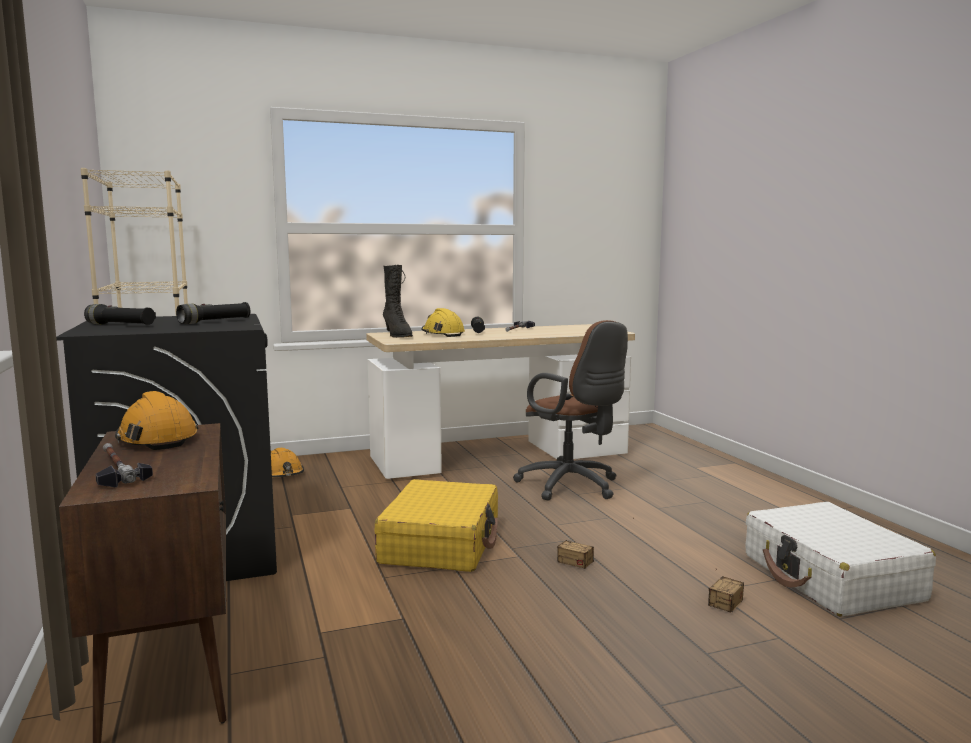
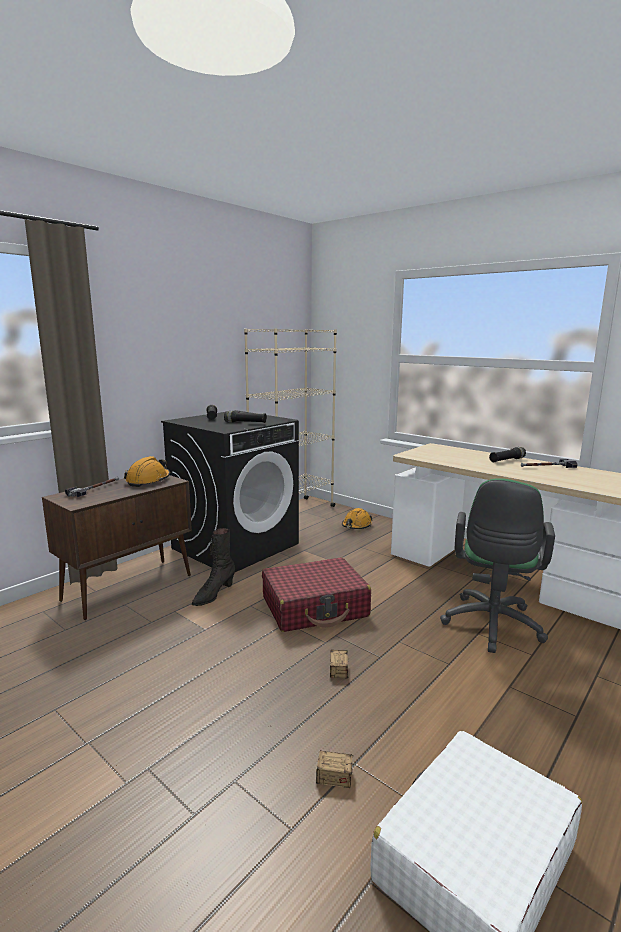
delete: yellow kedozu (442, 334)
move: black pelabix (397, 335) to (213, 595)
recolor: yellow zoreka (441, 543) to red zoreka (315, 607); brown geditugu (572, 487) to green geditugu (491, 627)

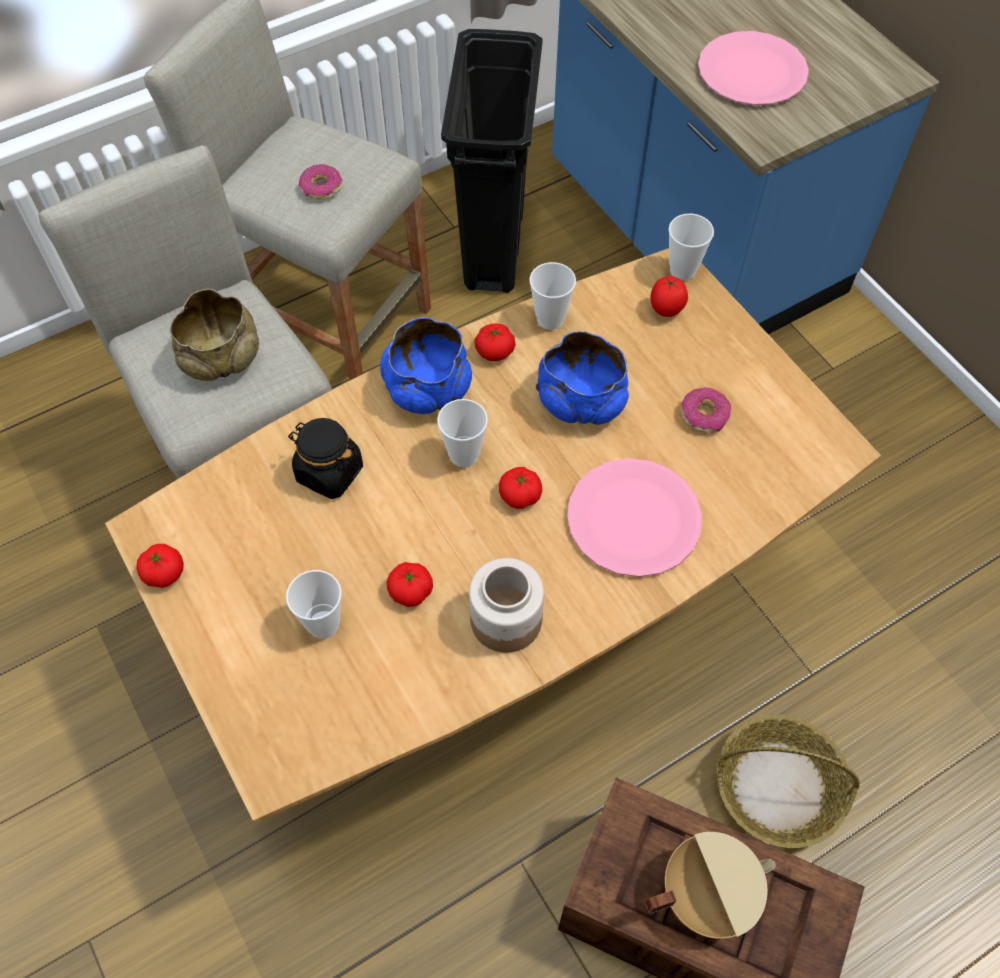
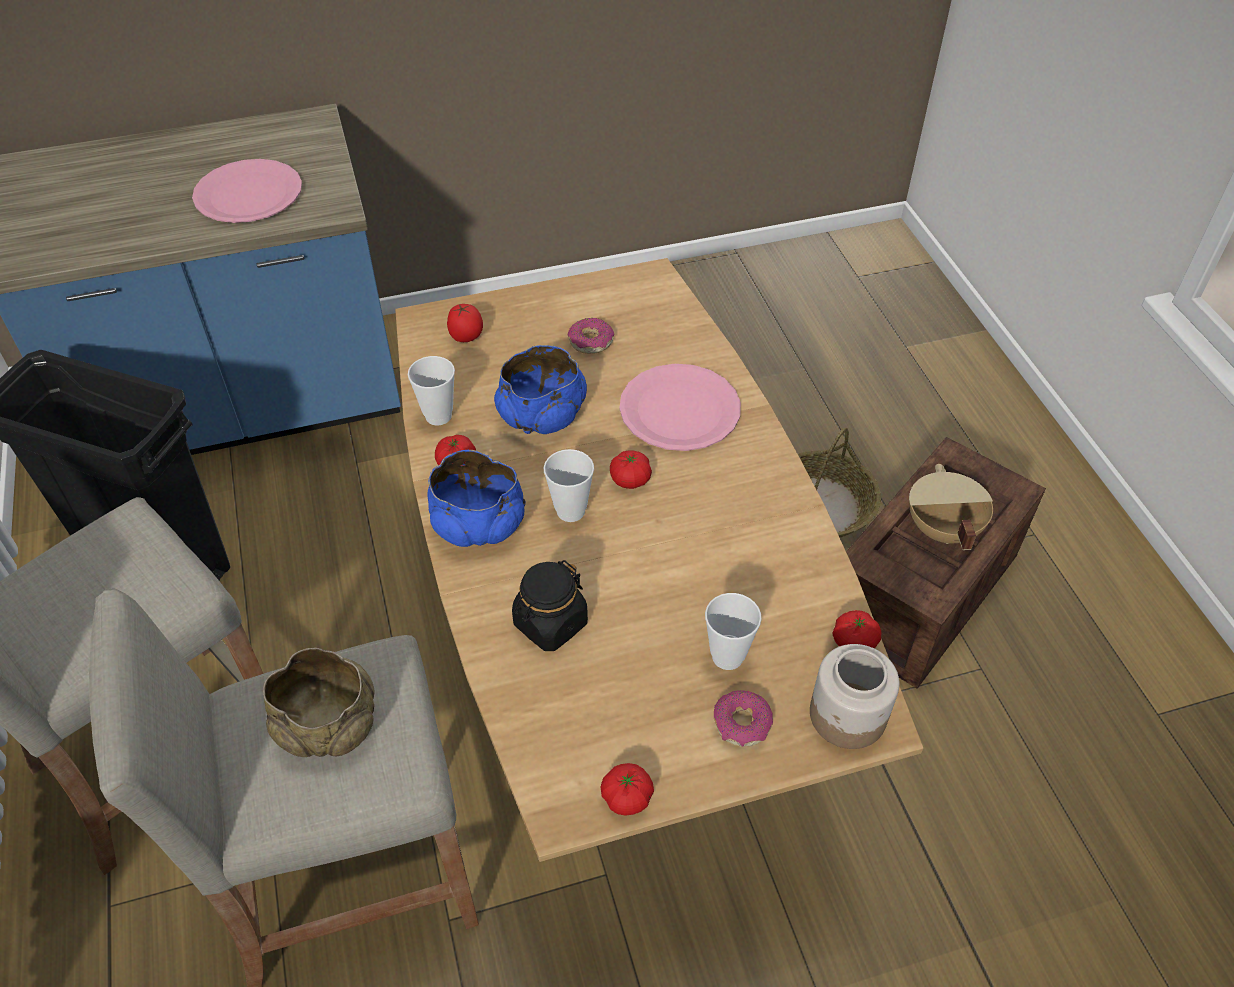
delete: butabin (682, 271)
move: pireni (321, 188) to (741, 724); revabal (411, 591) to (854, 642); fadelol (505, 620) to (847, 716)

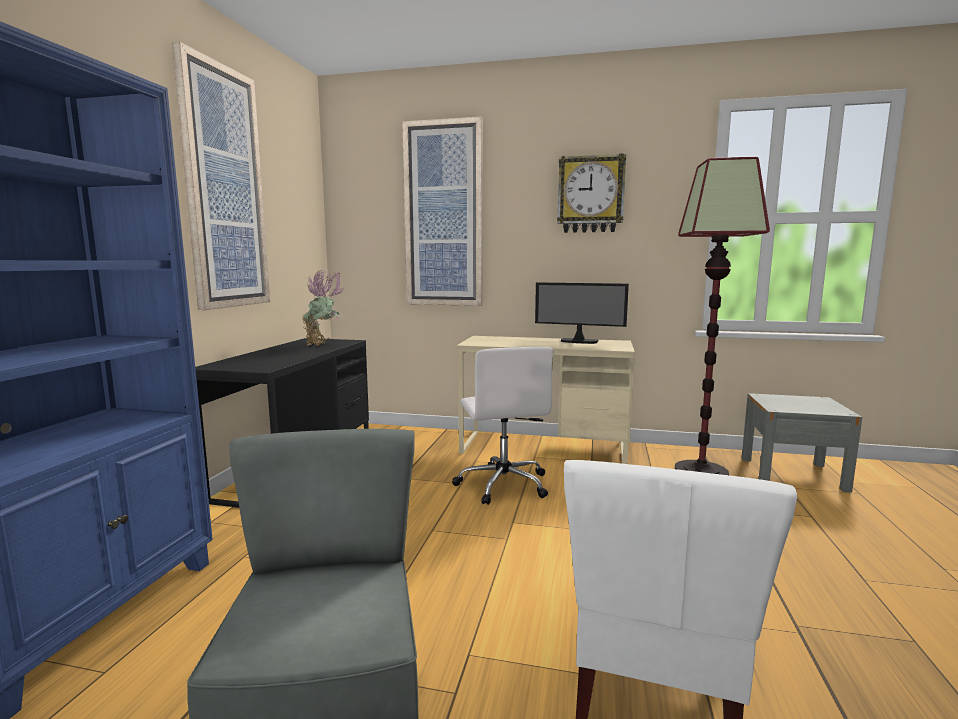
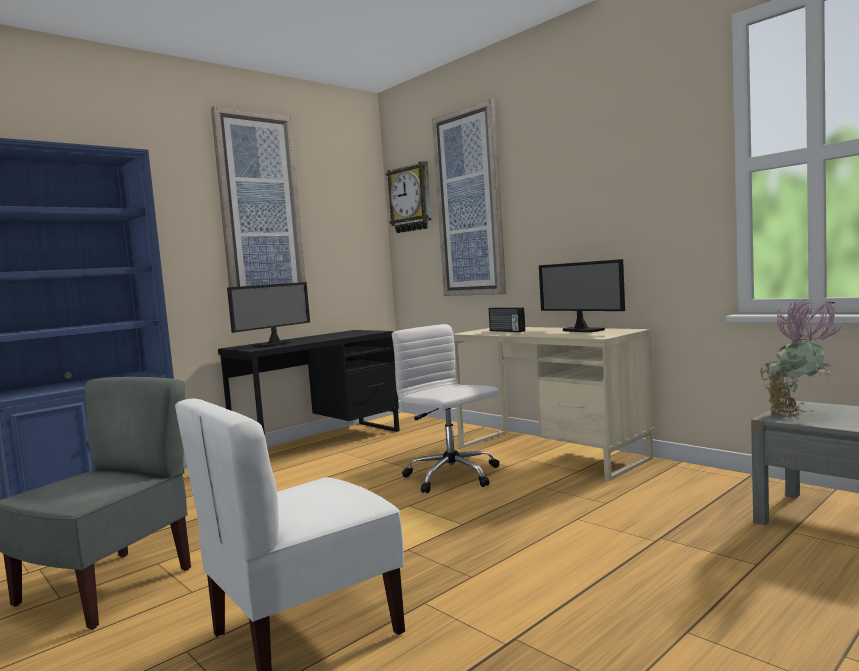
delete: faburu (701, 471)
insert: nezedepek (274, 344); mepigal (506, 331)
move: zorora (323, 345) to (798, 416); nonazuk (590, 194) to (411, 198)
rotate: white geditugu (503, 484) = (453, 477) 120 degrees clockwise

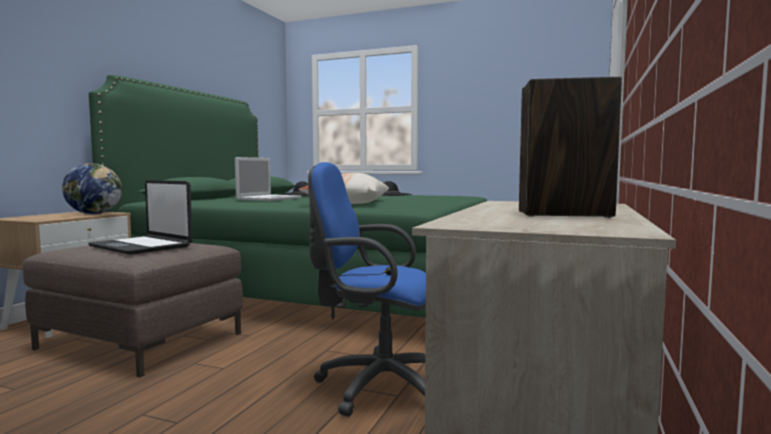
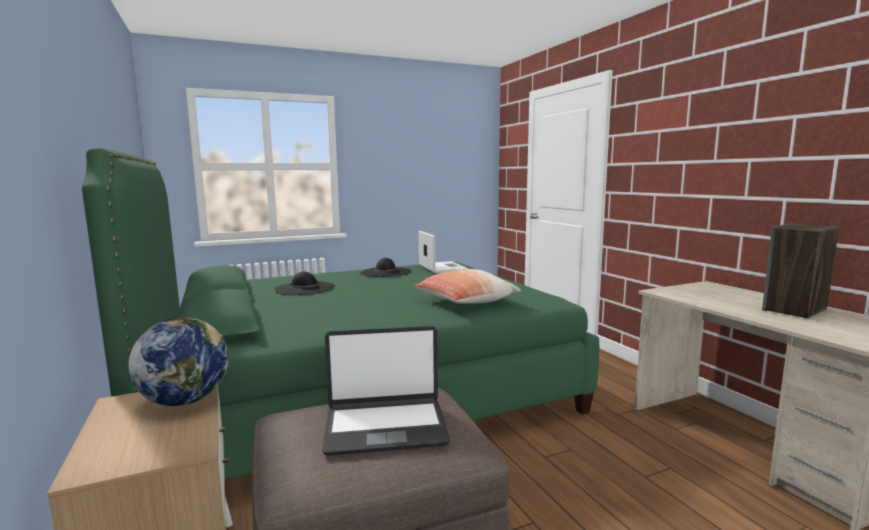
delete: blue geditugu (375, 386)
move: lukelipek (269, 198) to (442, 268)

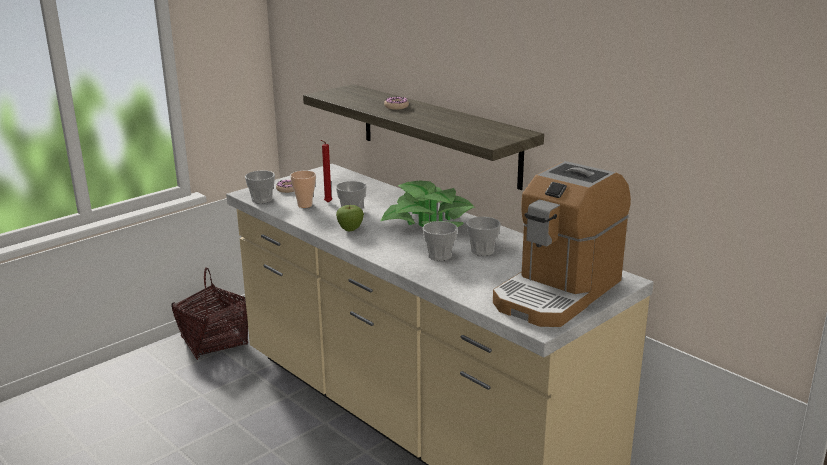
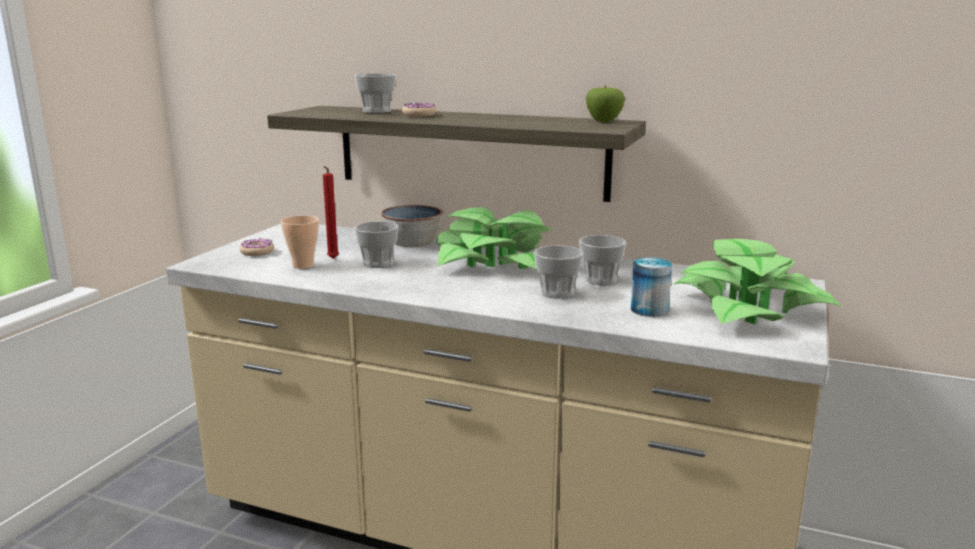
delete: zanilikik (214, 341)
insert: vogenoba (413, 243); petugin (649, 310)
move: butabin (261, 200) to (376, 111); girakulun (350, 229) to (604, 121)
replace: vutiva (558, 292) to zorora (751, 307)

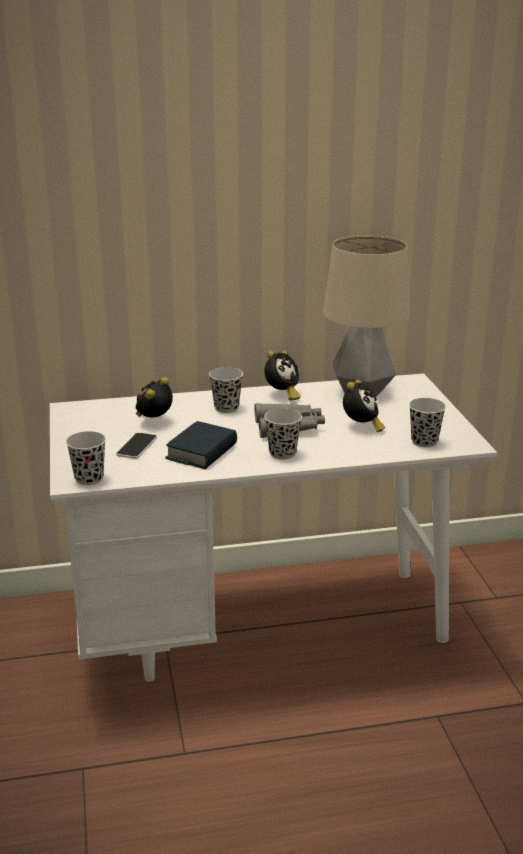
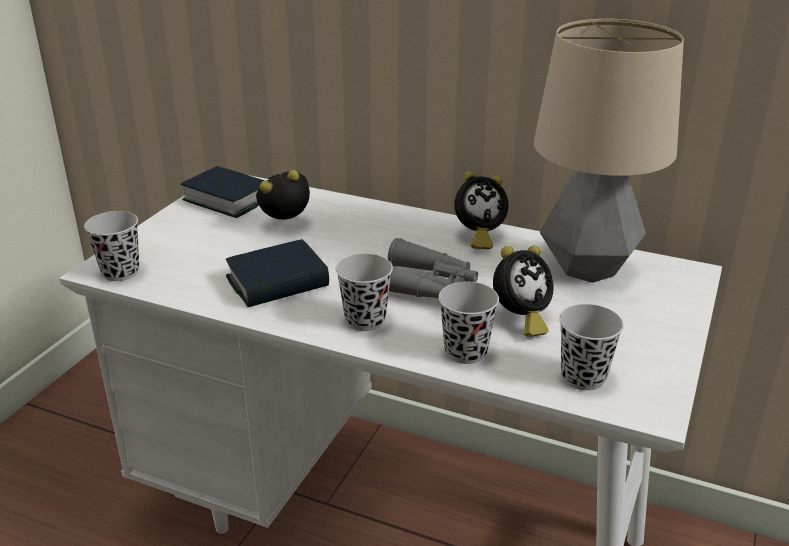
delete: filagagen (137, 447)
insert: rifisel (228, 199)
move: black butabin (226, 408) to (465, 352)

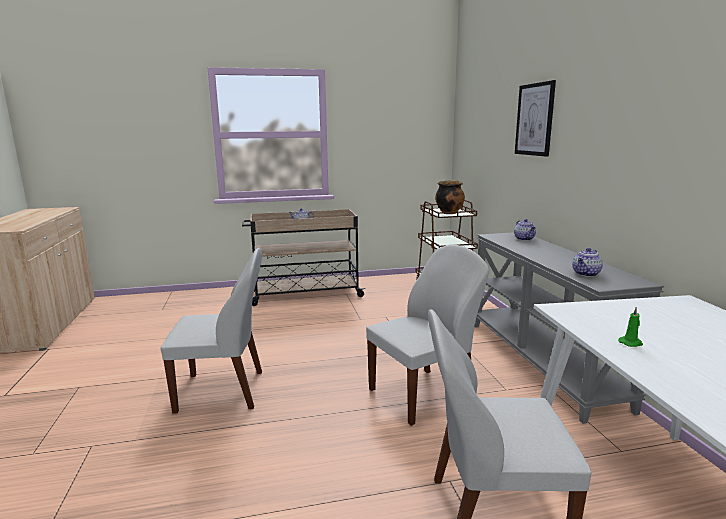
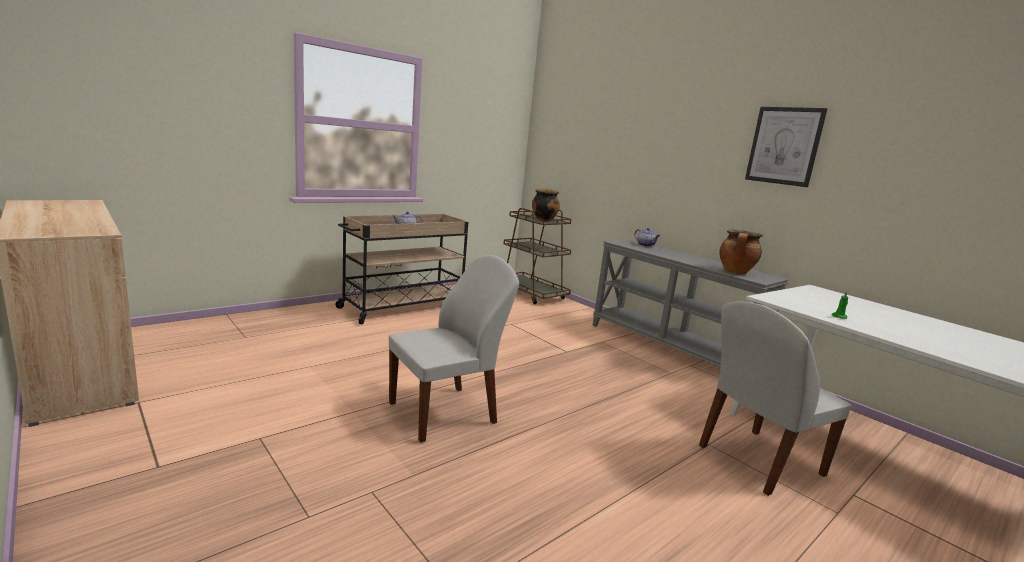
delete: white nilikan (423, 395)
move: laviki (534, 119) to (784, 146)
replace: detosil (586, 274) to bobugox (736, 272)

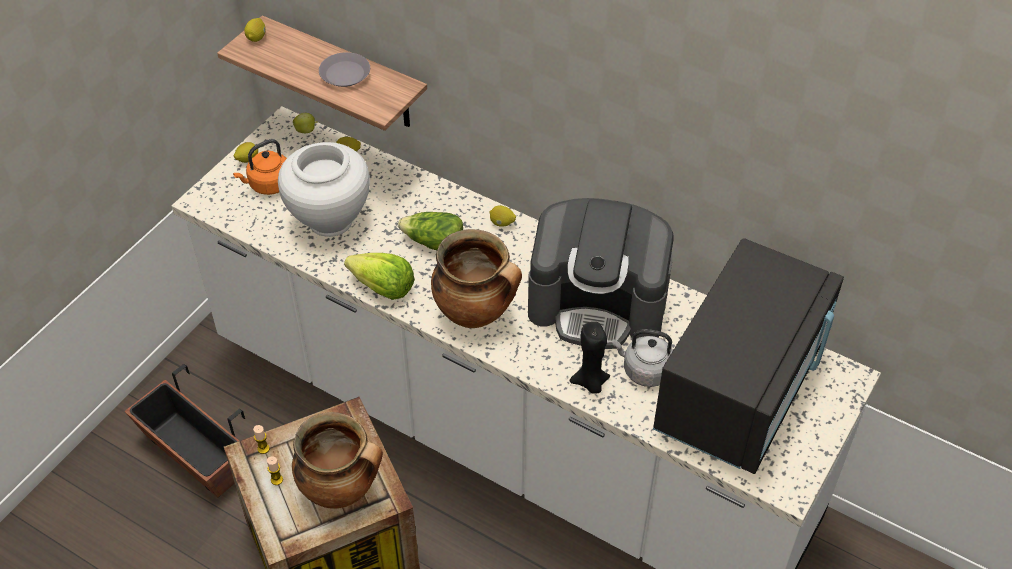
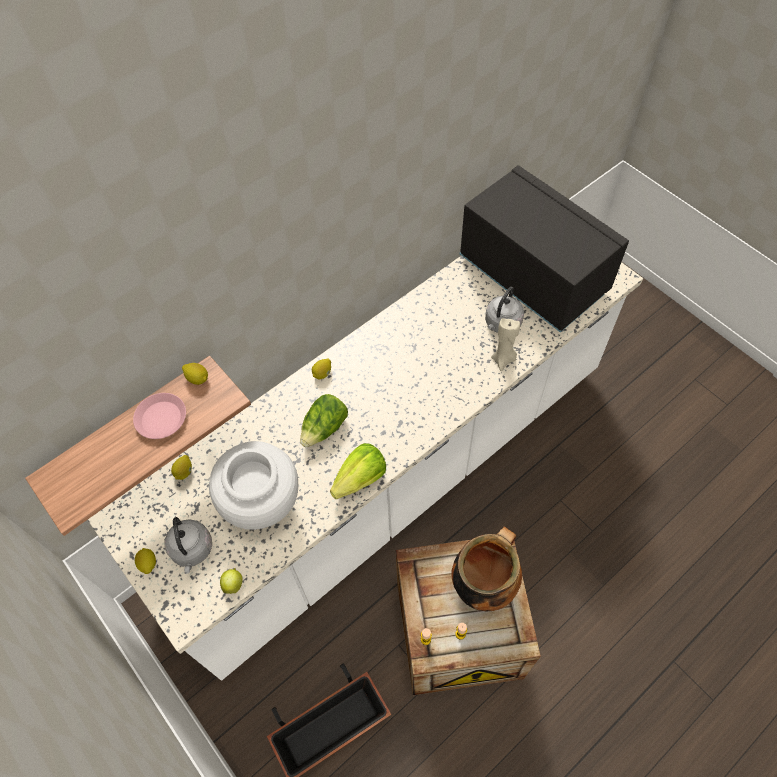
delete: bobugox (476, 313); vutiva (598, 303)
move: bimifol (257, 37) to (198, 378); girakulun (306, 131) to (233, 584)
recolor: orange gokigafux (268, 185) to grey gokigafux (192, 550); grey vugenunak (345, 74) to pink vugenunak (161, 418); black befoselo (590, 383) to beige befoselo (503, 359)

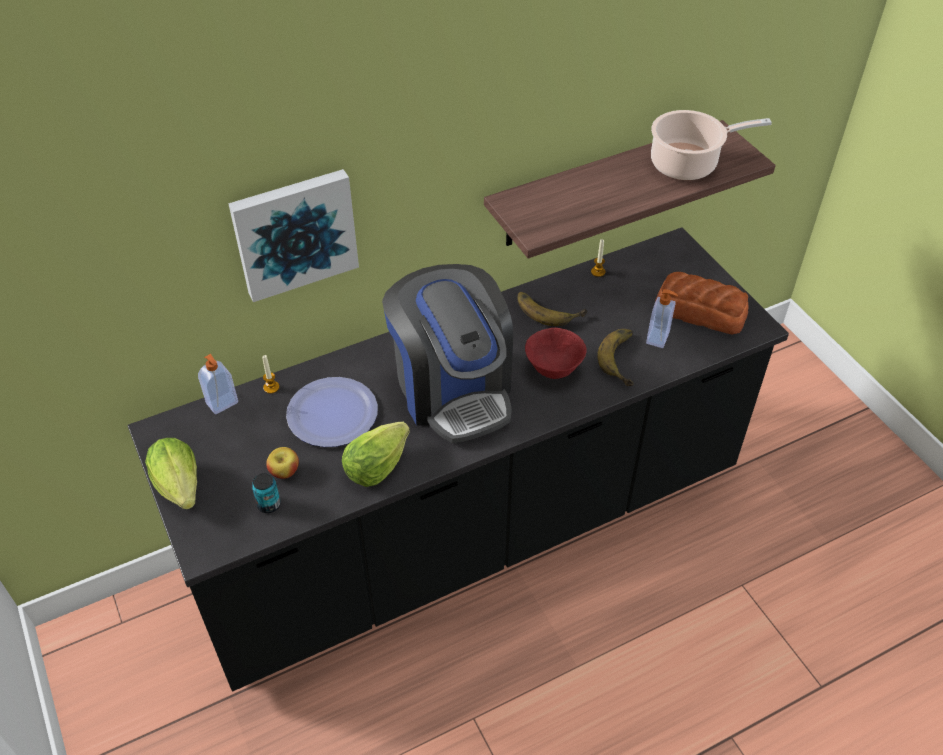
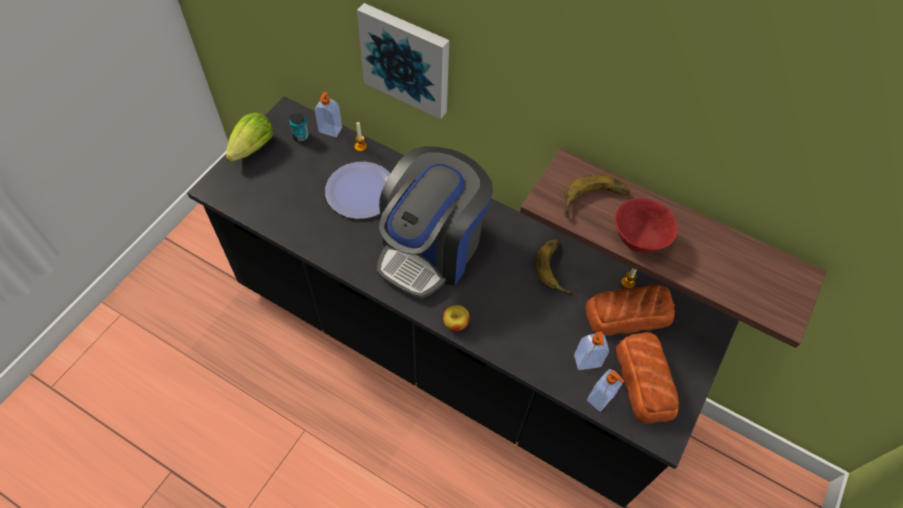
delete: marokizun (376, 467); bobugox (688, 163)
insert: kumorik (627, 314); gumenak (601, 399)
move: petugin (269, 504) to (301, 137); girakulun (284, 471) to (455, 323); red vogenoba (553, 369) to (638, 239); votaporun (625, 359) to (595, 202)

